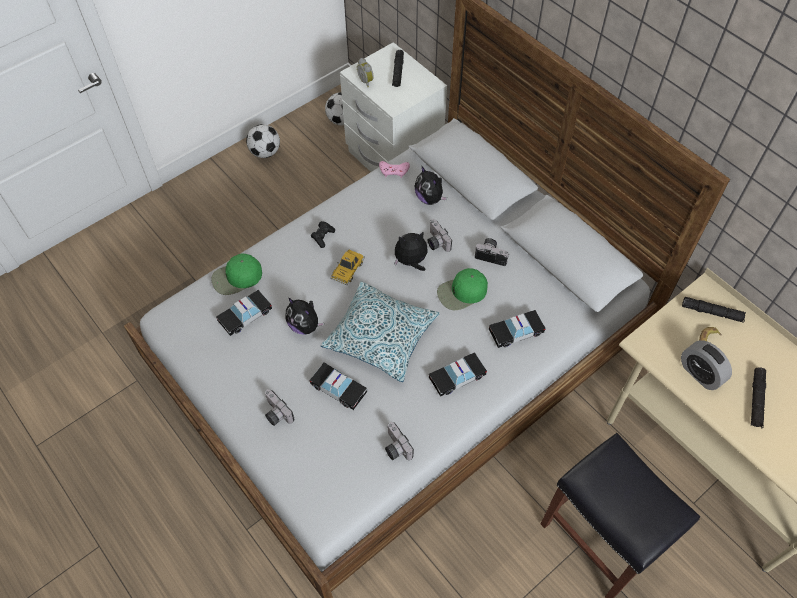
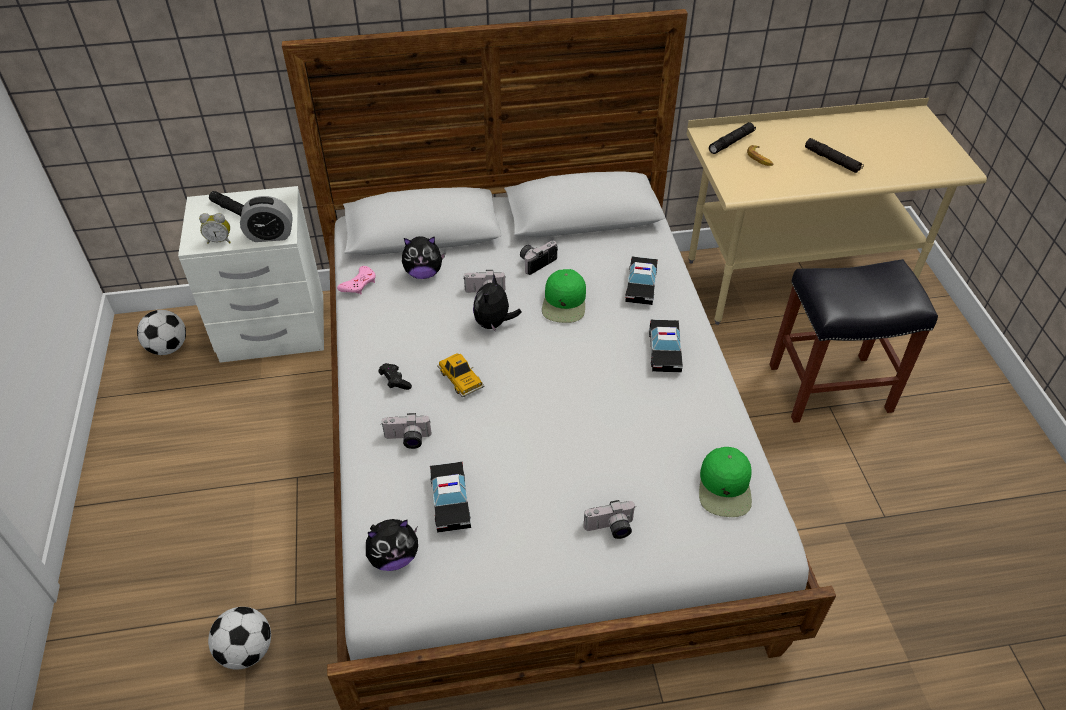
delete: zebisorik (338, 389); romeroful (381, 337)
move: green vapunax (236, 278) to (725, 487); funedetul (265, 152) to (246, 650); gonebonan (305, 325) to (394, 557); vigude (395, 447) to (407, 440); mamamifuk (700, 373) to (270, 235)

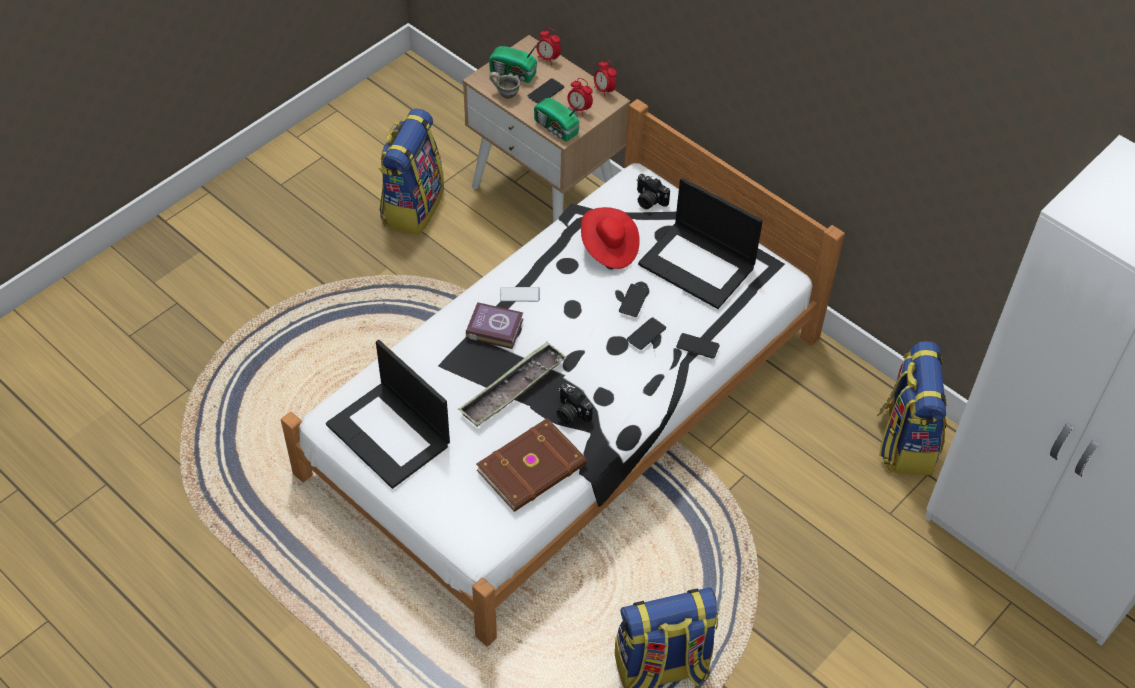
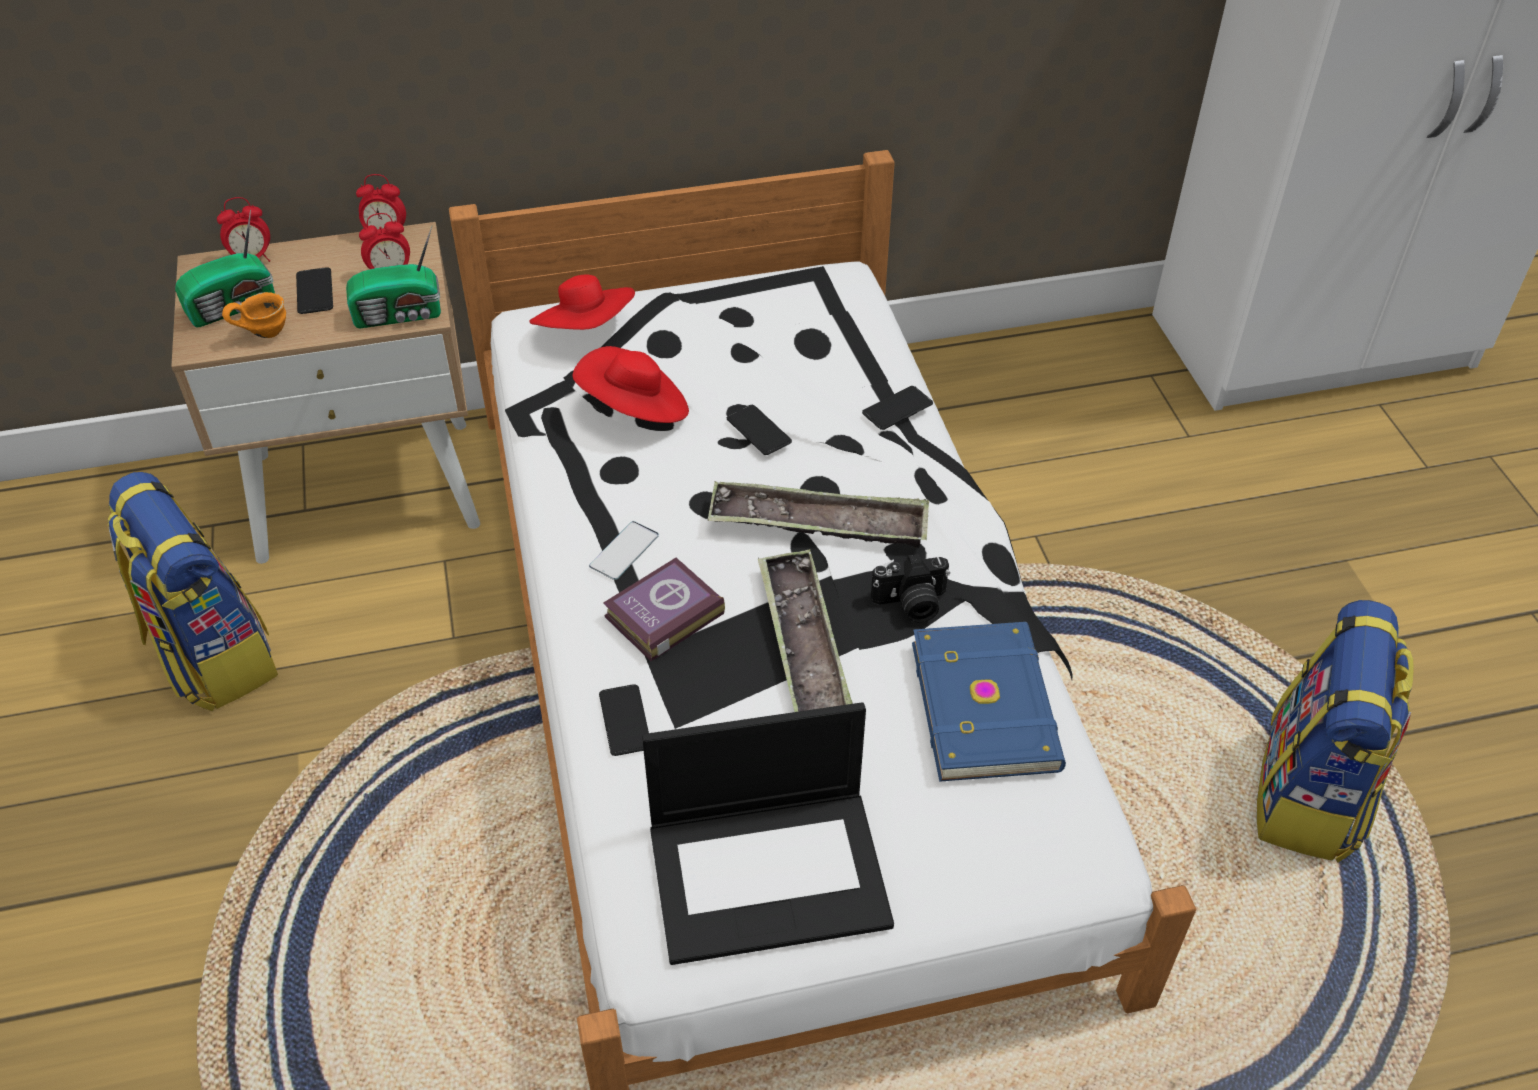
delete: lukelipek (698, 265); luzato (905, 441)
insert: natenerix (818, 523)
move: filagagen (646, 334) to (625, 721)
replace: vigude (649, 200) to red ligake (586, 330)
recolor: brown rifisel (533, 469) to blue rifisel (988, 704); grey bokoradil (506, 93) to orange bokoradil (263, 333)

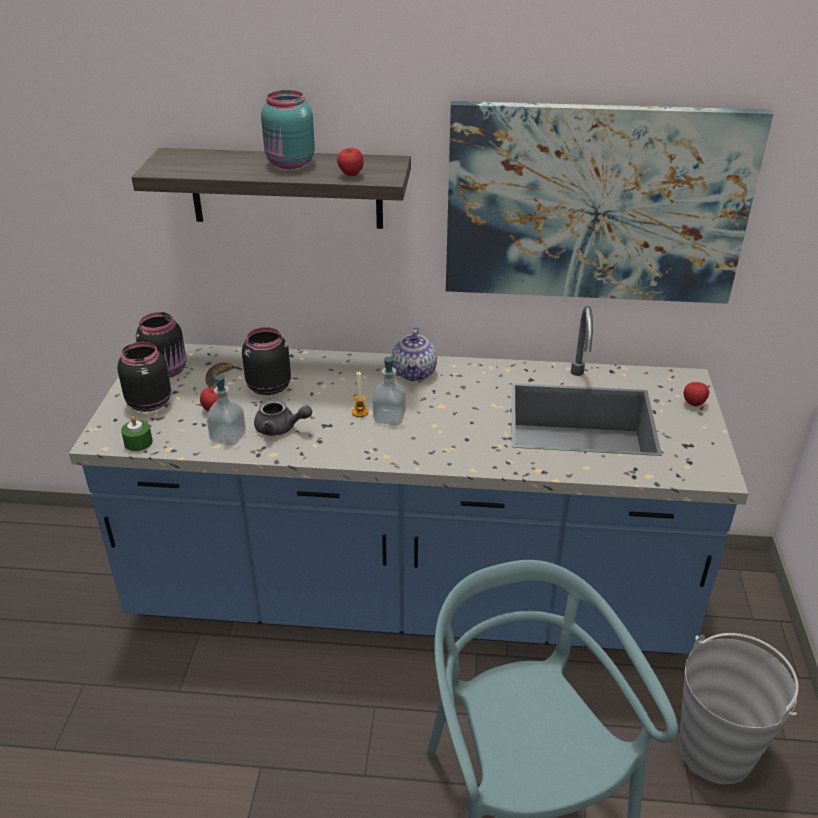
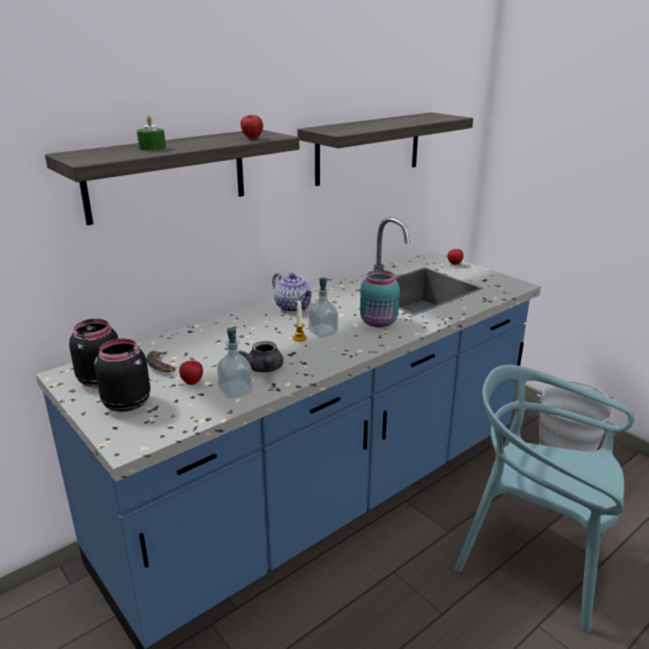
delete: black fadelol (268, 387)
move: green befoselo (138, 442) to (152, 148); turquoise fadelol (290, 164) to (379, 323)
replace: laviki (595, 204) to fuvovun (368, 148)
rotate: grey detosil (280, 428) = (264, 369) 105 degrees clockwise

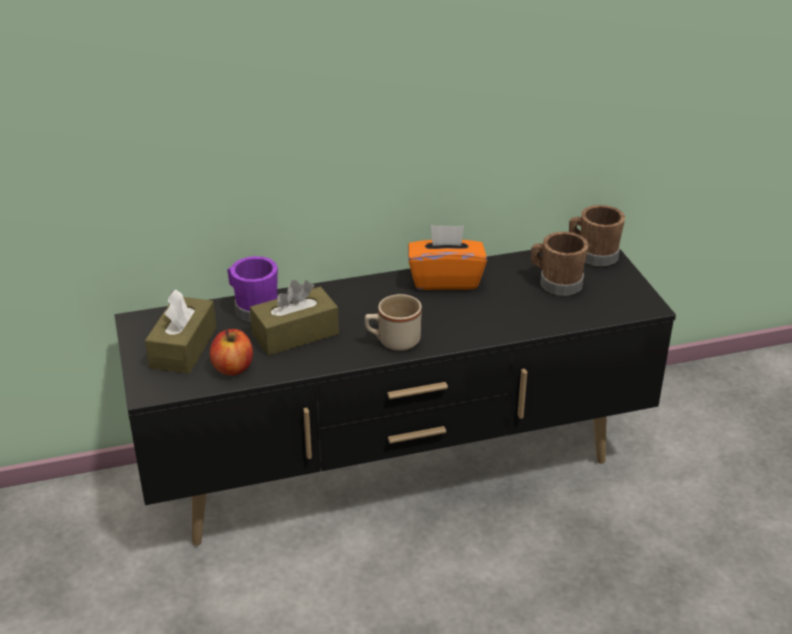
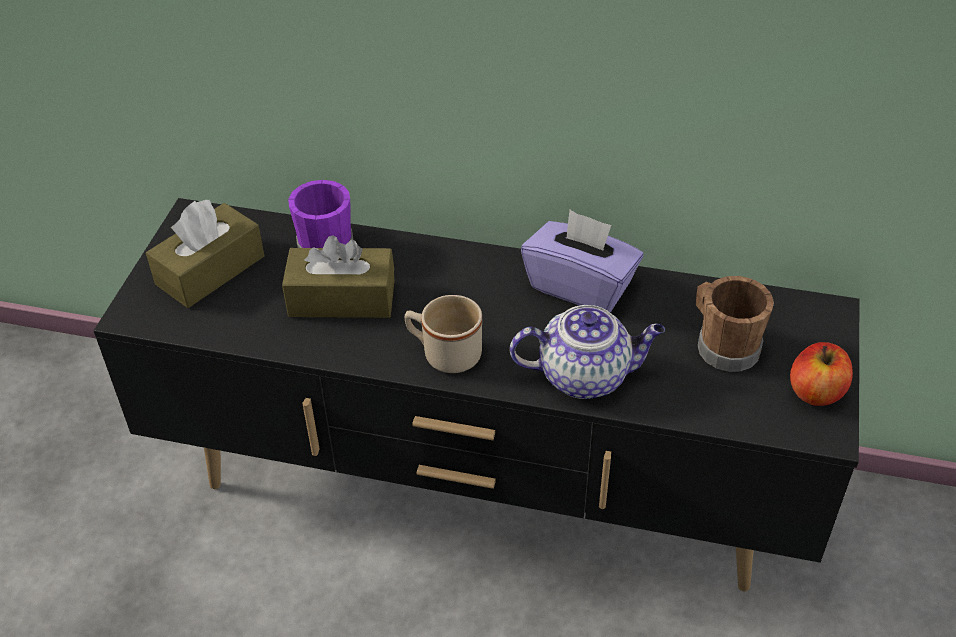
delete: brown bokoradil (593, 255)
insert: detosil (586, 375)
move: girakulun (233, 368) to (816, 392)
recolor: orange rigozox (445, 279) to purple rigozox (580, 286)

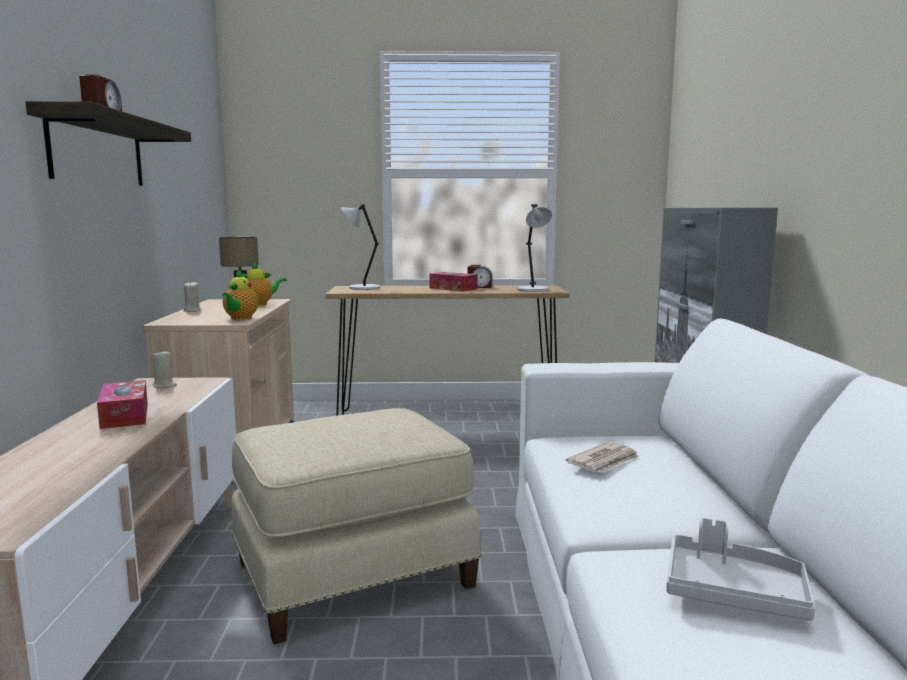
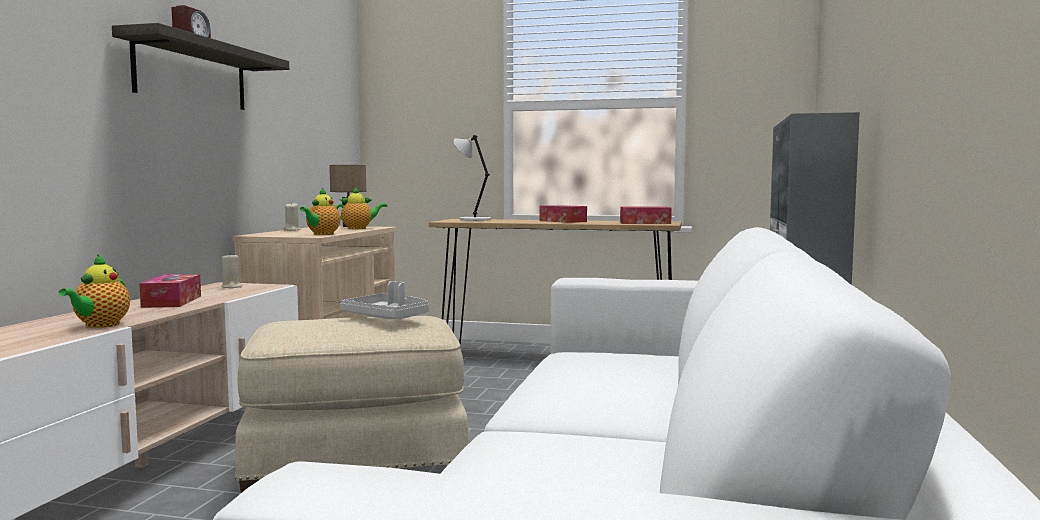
delete: mamamifuk (479, 287); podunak (604, 461)
insert: detosil (100, 325)
move: grey natenerix (733, 592) to (388, 317)
replace: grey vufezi (533, 290) to rigozox (645, 223)

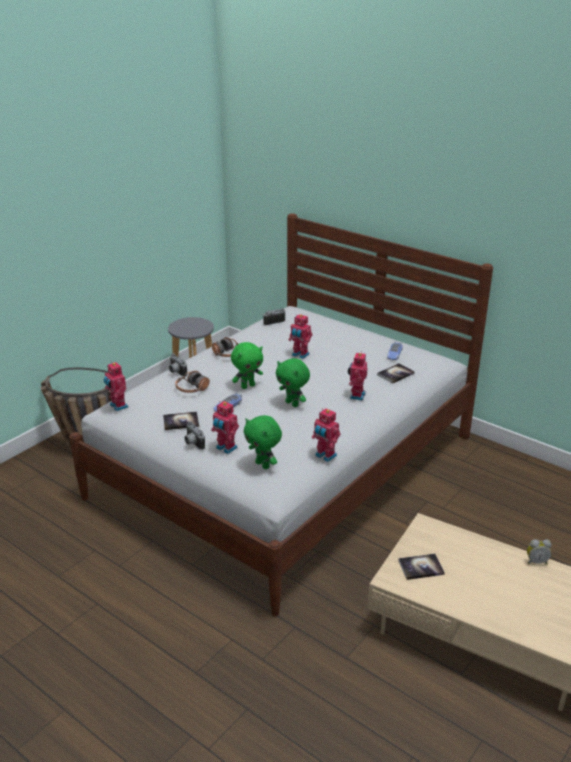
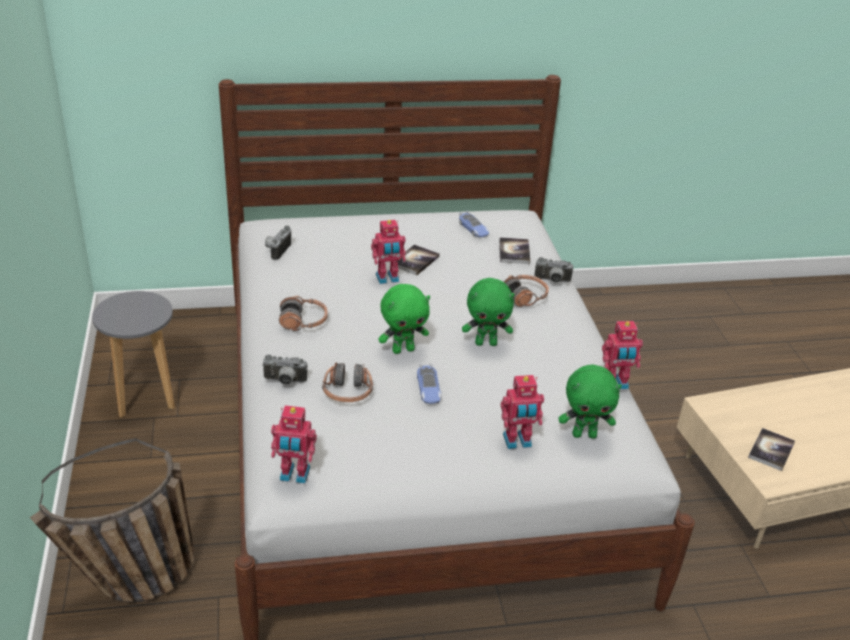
delete: mamamifuk (536, 561)
move: rifisel (181, 421) to (415, 261); vigude (192, 443) to (552, 281)
replace: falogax (356, 395) to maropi (524, 297)
rotate: green gonebonan (248, 386) = (403, 349) 60 degrees clockwise

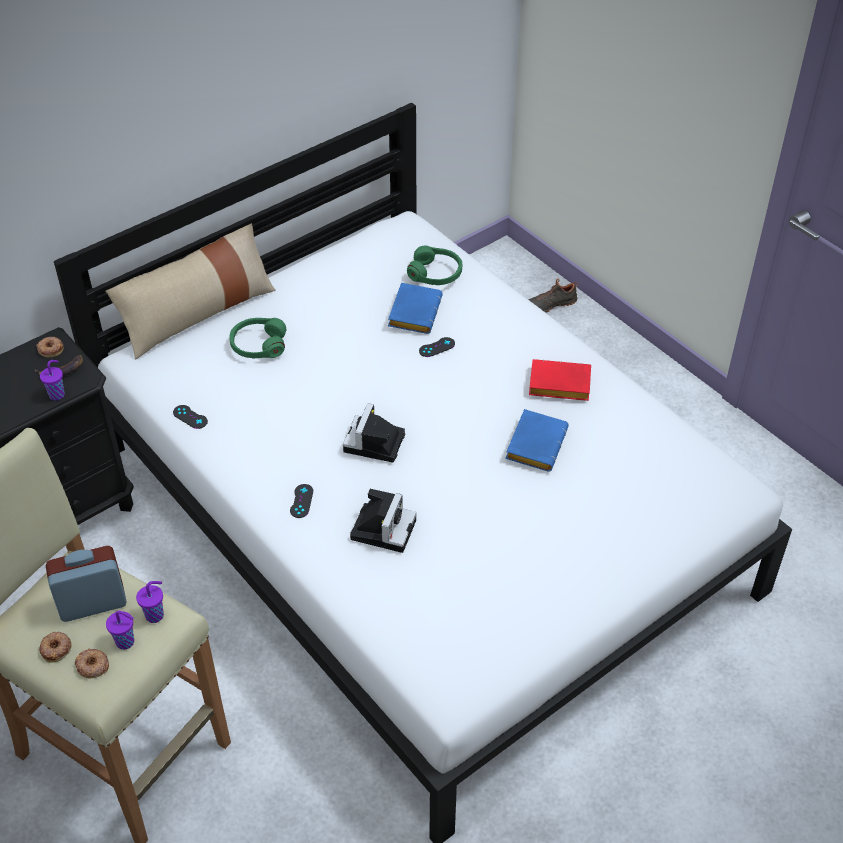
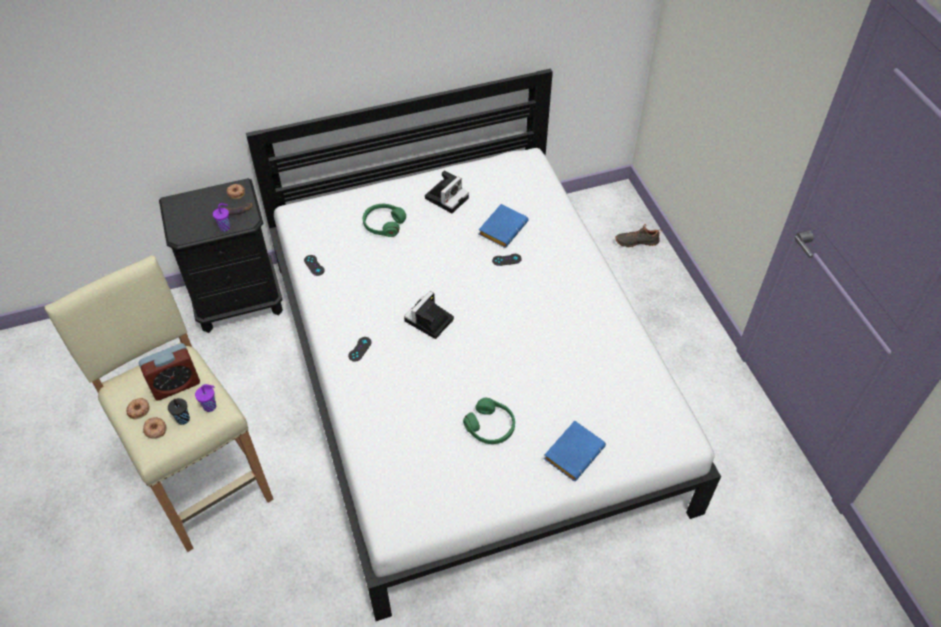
delete: beige romeroful (198, 314); red rifisel (557, 386)
move: vigude (383, 527) to (447, 197); green maropi (435, 273) to (490, 426); blue rifisel (535, 443) to (573, 451)
recolor: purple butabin (126, 642) to black butabin (184, 419)
rotate: mamamifuk (92, 603) = (175, 385) 150 degrees clockwise

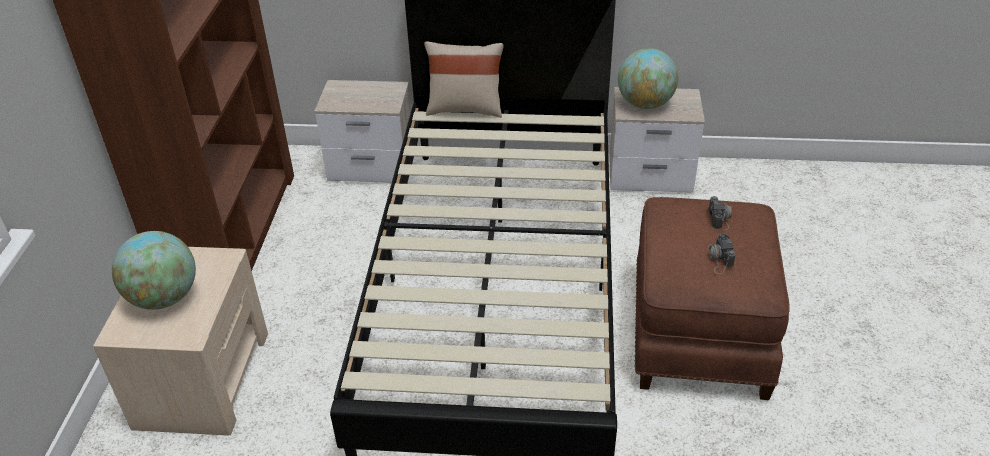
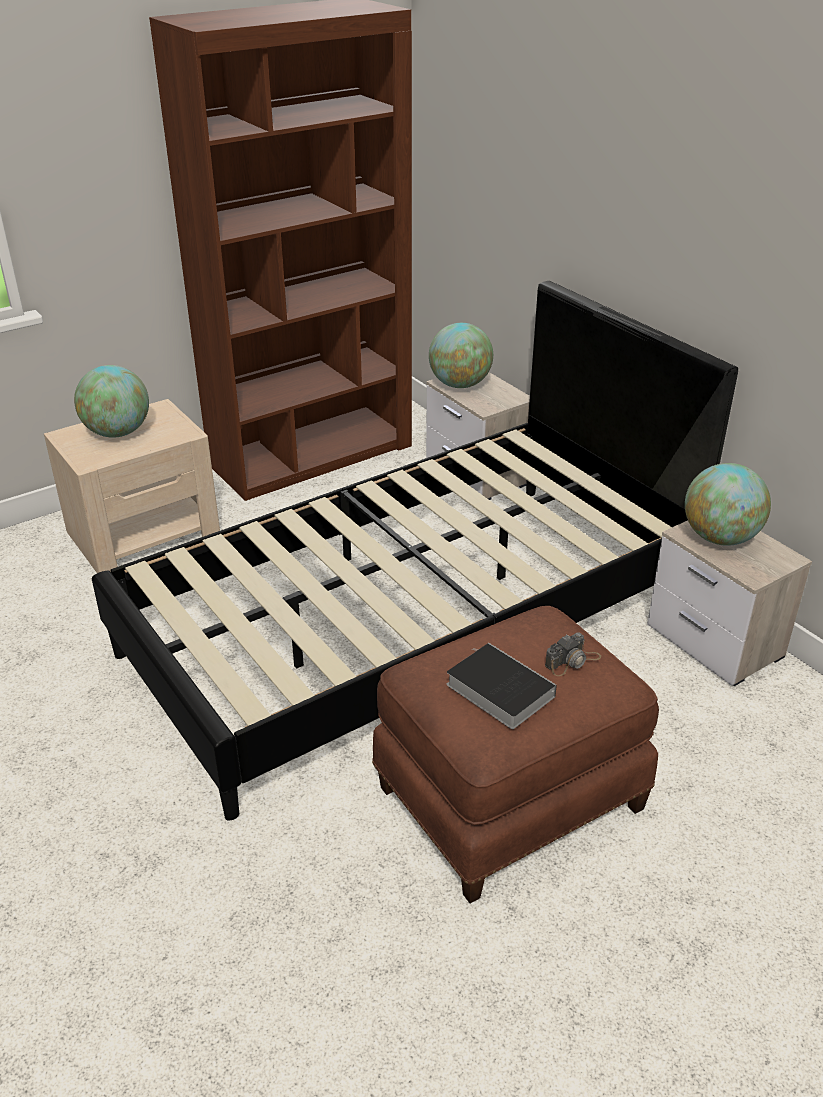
delete: beige romeroful (465, 109)
insert: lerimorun (459, 384)
replace: vigude (719, 258) to rifisel (497, 689)

